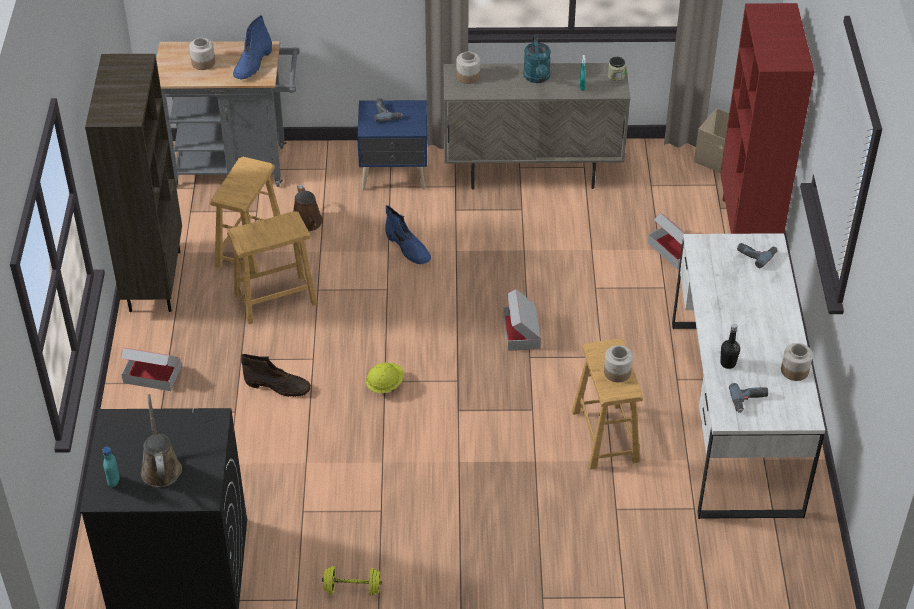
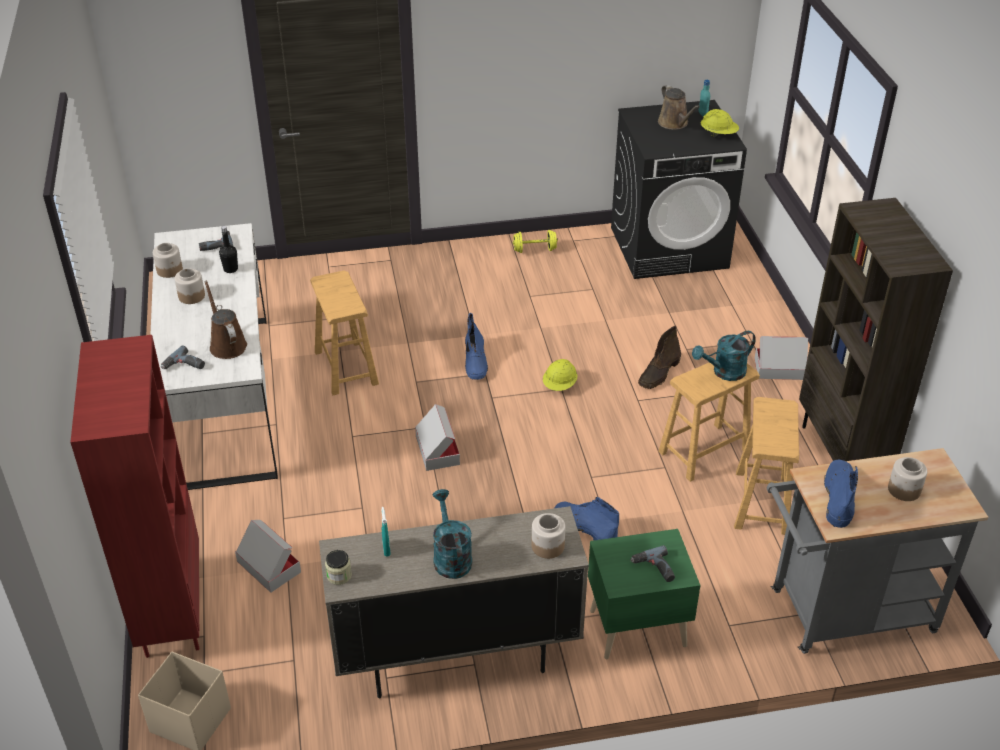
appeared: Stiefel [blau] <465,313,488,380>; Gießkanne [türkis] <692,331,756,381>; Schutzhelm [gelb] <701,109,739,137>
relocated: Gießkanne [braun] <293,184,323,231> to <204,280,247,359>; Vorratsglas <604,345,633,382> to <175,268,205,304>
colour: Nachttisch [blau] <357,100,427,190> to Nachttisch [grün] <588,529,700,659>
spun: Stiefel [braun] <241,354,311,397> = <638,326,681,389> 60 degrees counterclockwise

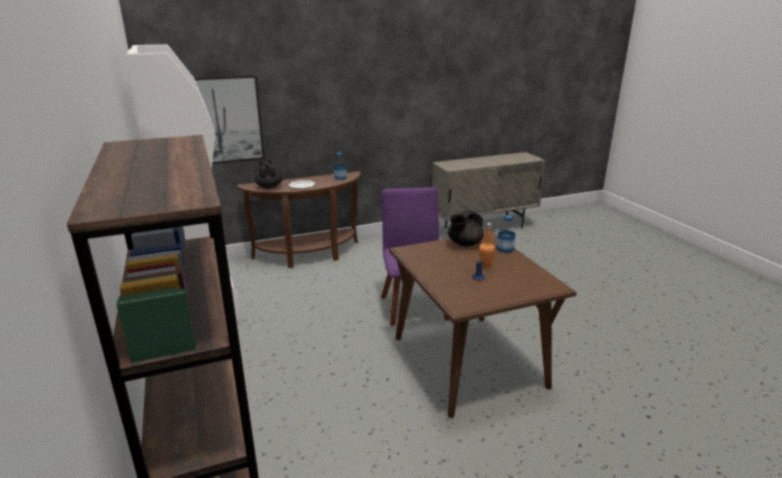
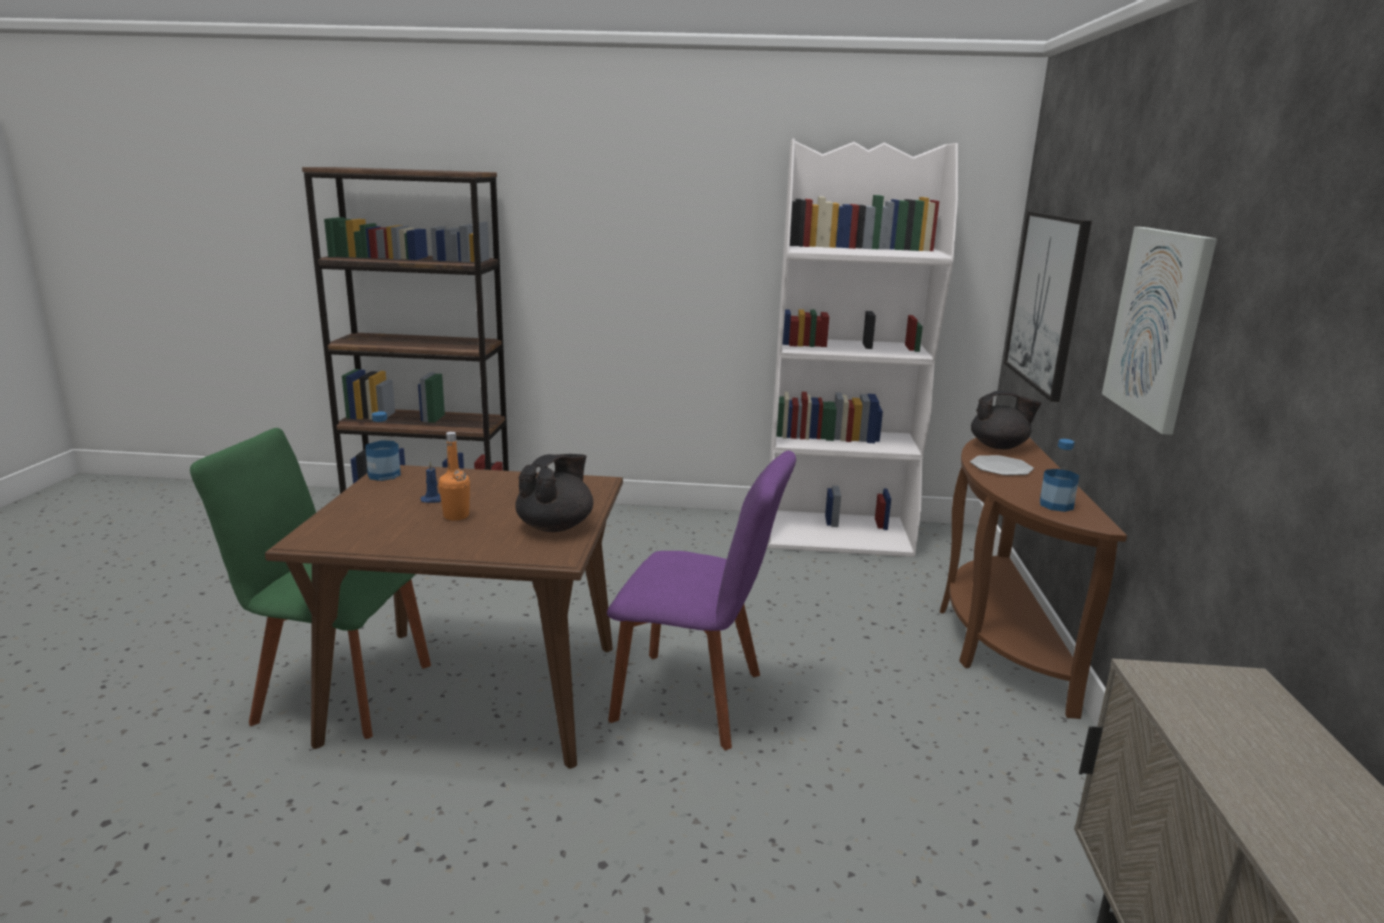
appeared: Stuhl [grün] <190,428,431,739>; Bild <1102,227,1217,435>
relocated: Flasche <496,215,516,253> to <366,411,401,481>
spun: Teekanne [schwarz] <448,210,484,246> = <515,454,593,532> 45 degrees clockwise

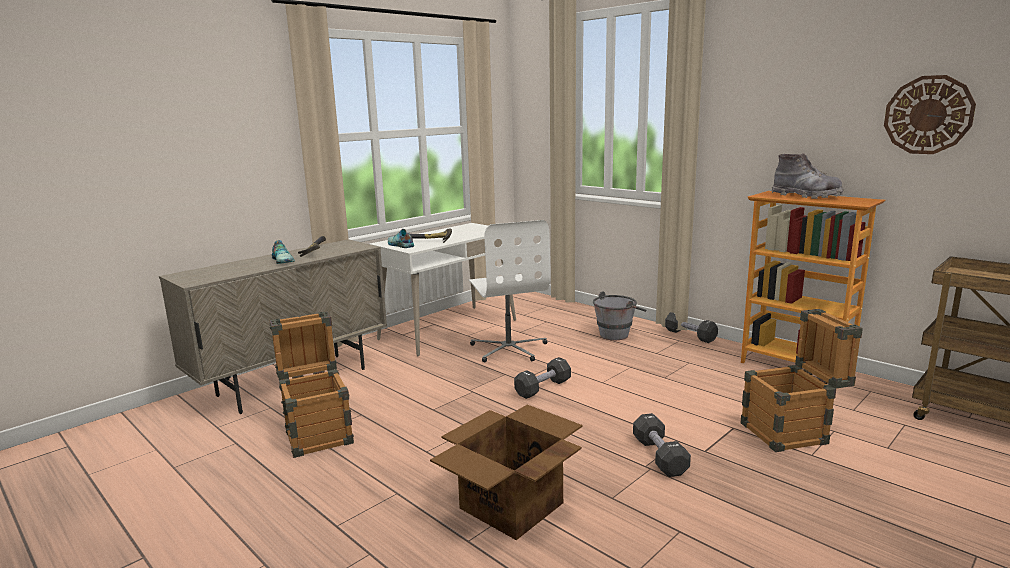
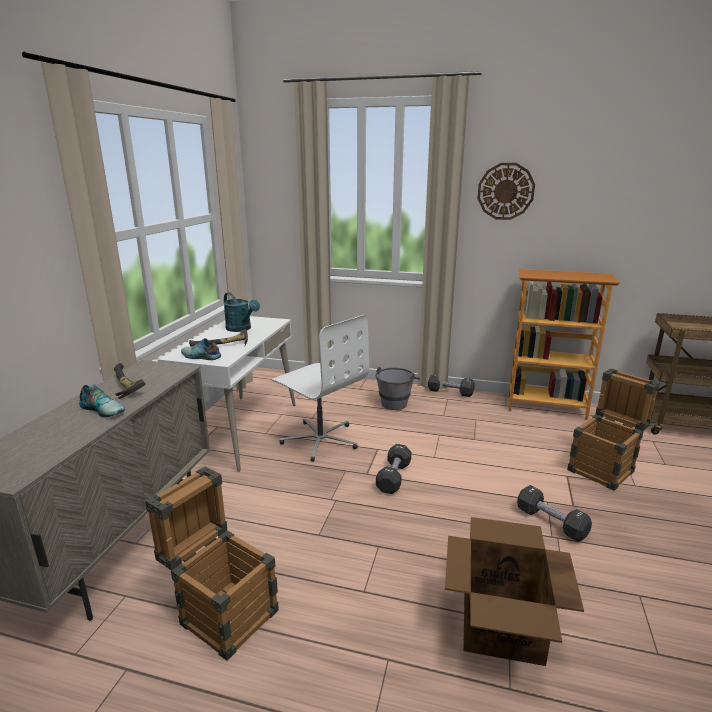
missing: Stiefel [grau] <772,153,844,199>
appeared: Gießkanne [türkis] <224,292,260,332>
relocated: Wanduhr <884,75,976,154> to <477,163,535,220>

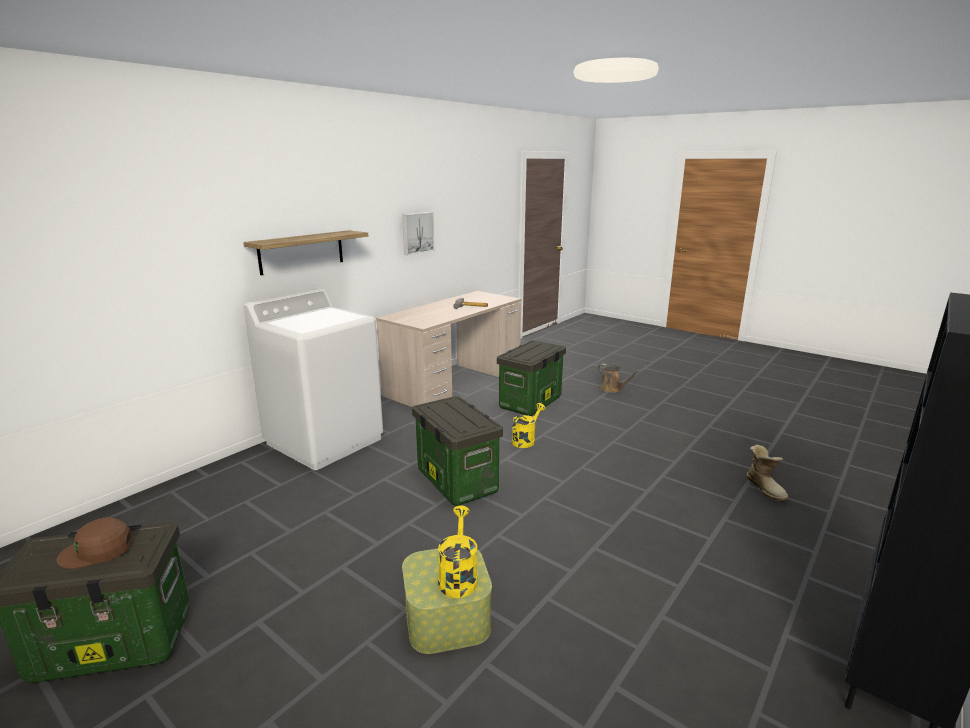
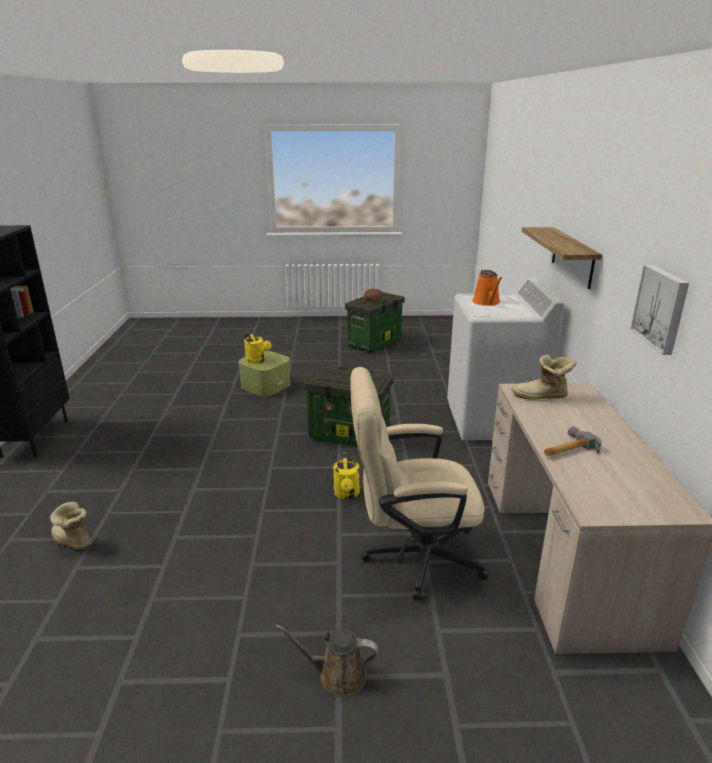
appeared: Gießkanne [orange] <472,269,502,306>; Stiefel <511,355,577,400>
exchanged: Aufbewahrungsbox <497,340,566,416> to Bürostuhl [beige] <350,367,489,600>

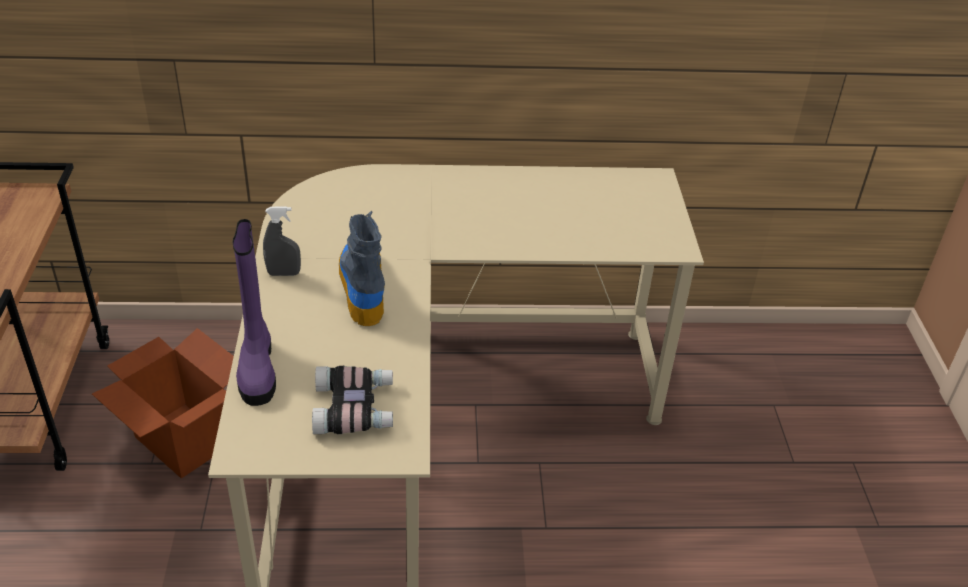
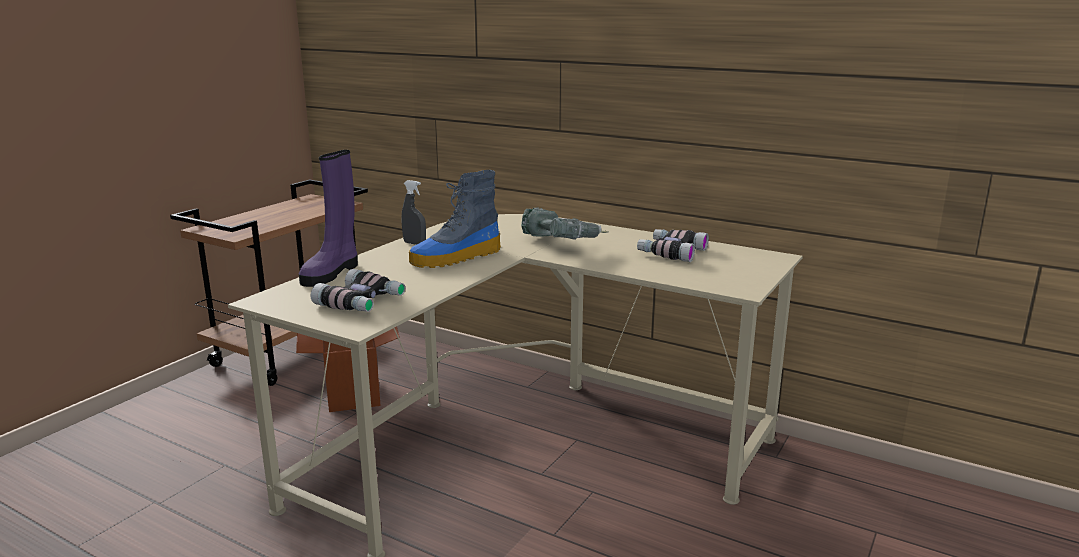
appeared: Bohrmaschine <521,207,609,240>; Fernglas <637,229,709,262>
spun: Stiefel <339,211,385,326> = <409,170,501,268> 150 degrees counterclockwise

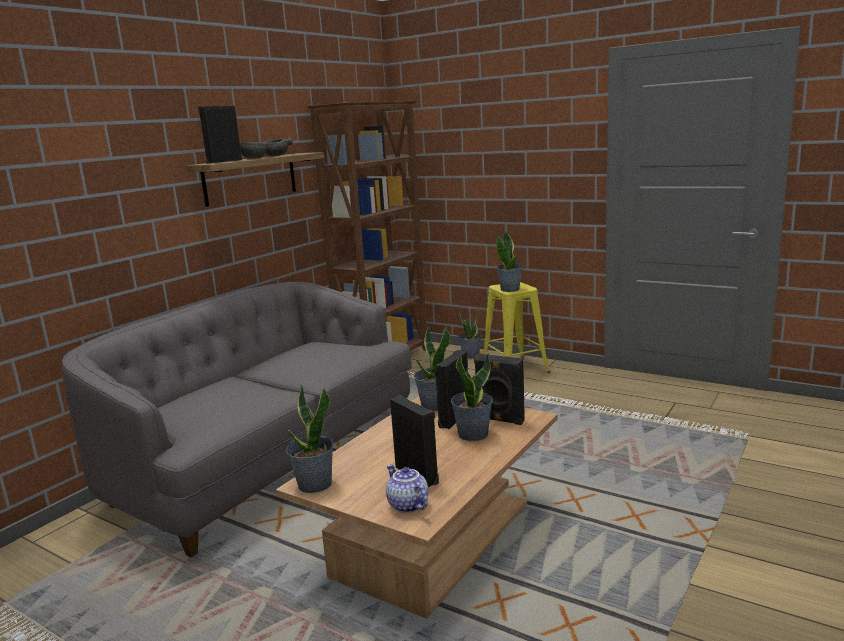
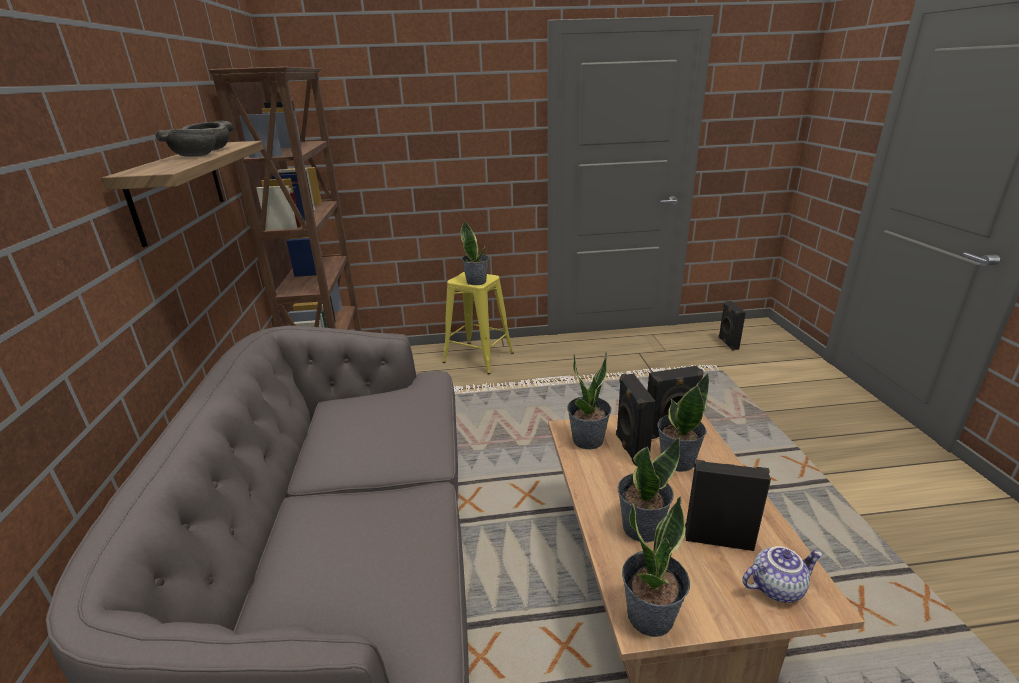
relocated: Lautsprecher [schwarz] <198,106,242,164> to <718,301,746,351>; Topfpflanze <458,309,482,359> to <618,437,680,543>
spun: Teekanne <386,464,428,513> = <742,546,823,603> 150 degrees clockwise

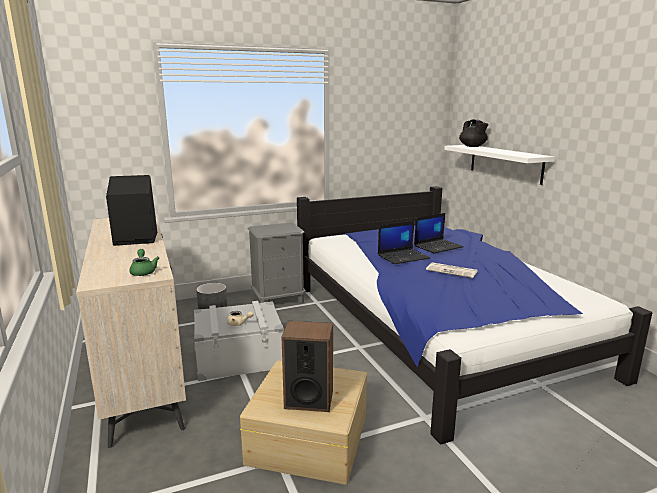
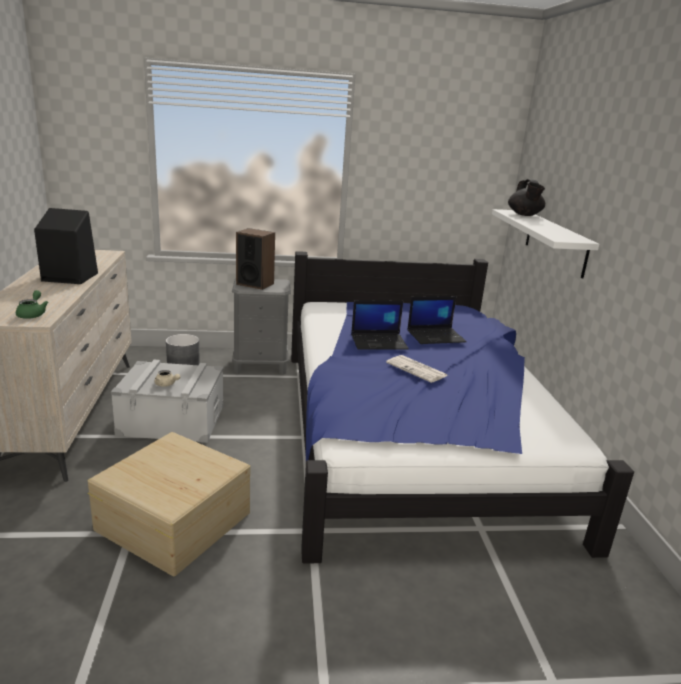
relocated: Lautsprecher <281,321,333,412> to <236,228,275,290>

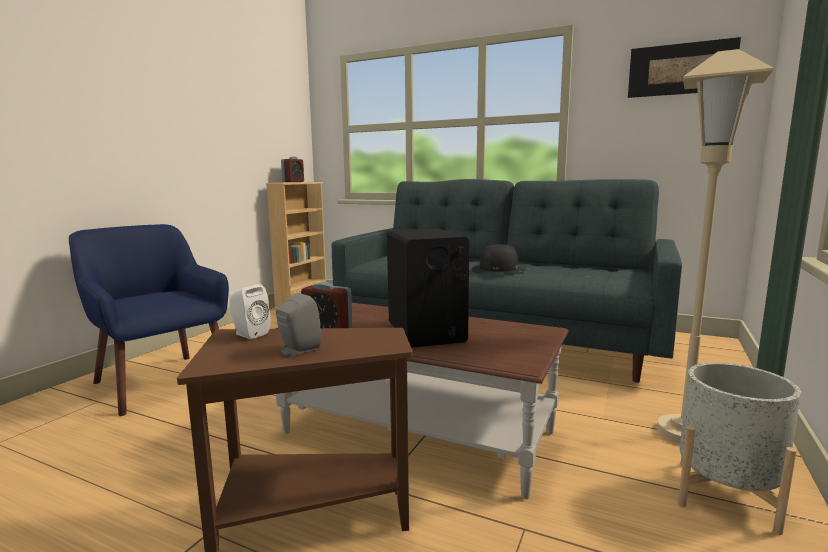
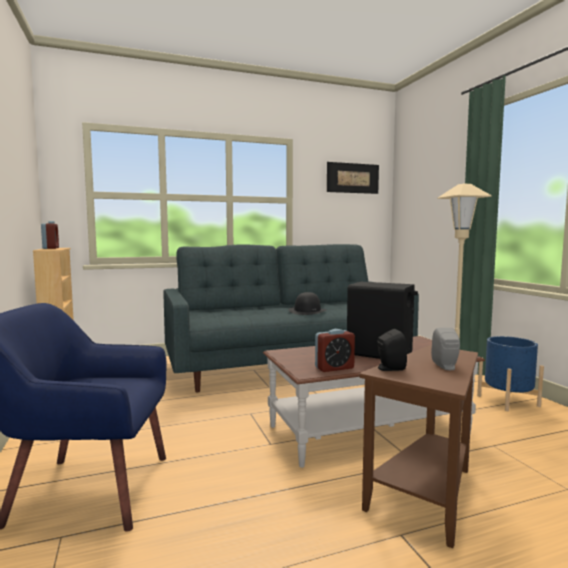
colour: Lautsprecher [weiß] <229,284,271,339> to Lautsprecher [schwarz] <377,329,407,371>; Pflanzkübel [grau] <678,363,801,535> to Pflanzkübel [blau] <477,336,544,411>

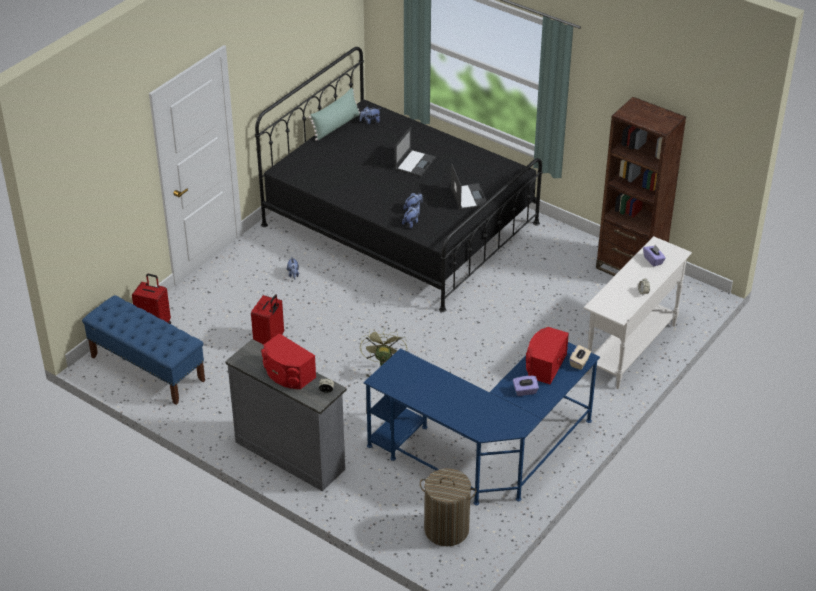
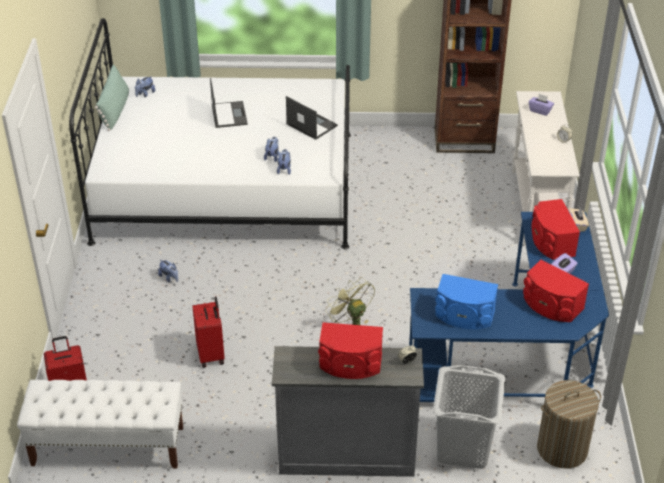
appeared: Wäschekorb [grau] <433,365,505,469>; Lautsprecher [blau] <435,274,498,329>; Lautsprecher [rot] <523,260,589,322>
colour: Bank [blau] <82,295,205,405> to Bank [weiß] <17,380,183,469>; Bett [schwarz] <255,47,542,312> to Bett [weiß] <69,18,351,249>

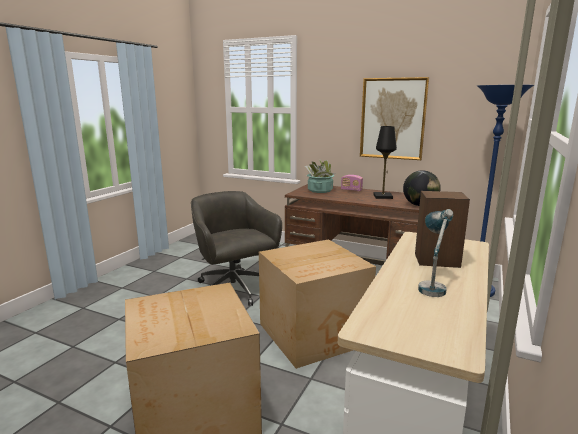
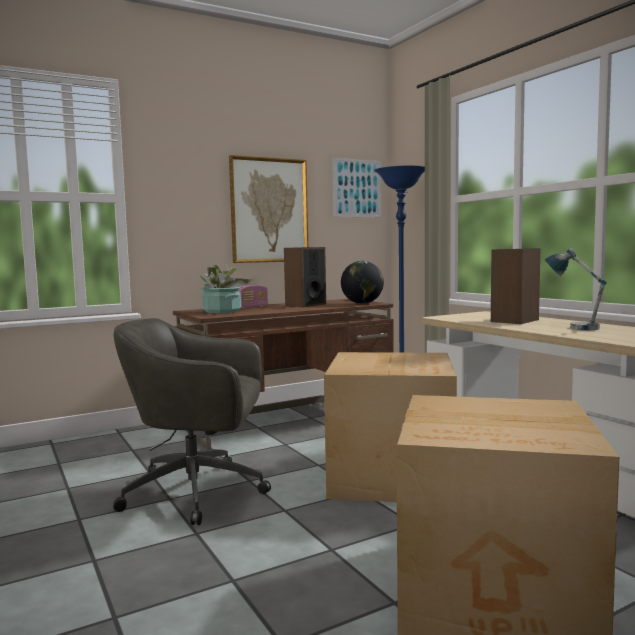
appeared: Bild <332,158,381,217>
exchanged: Tischlampe [schwarz] <373,126,397,199> to Lautsprecher <284,247,326,307>

